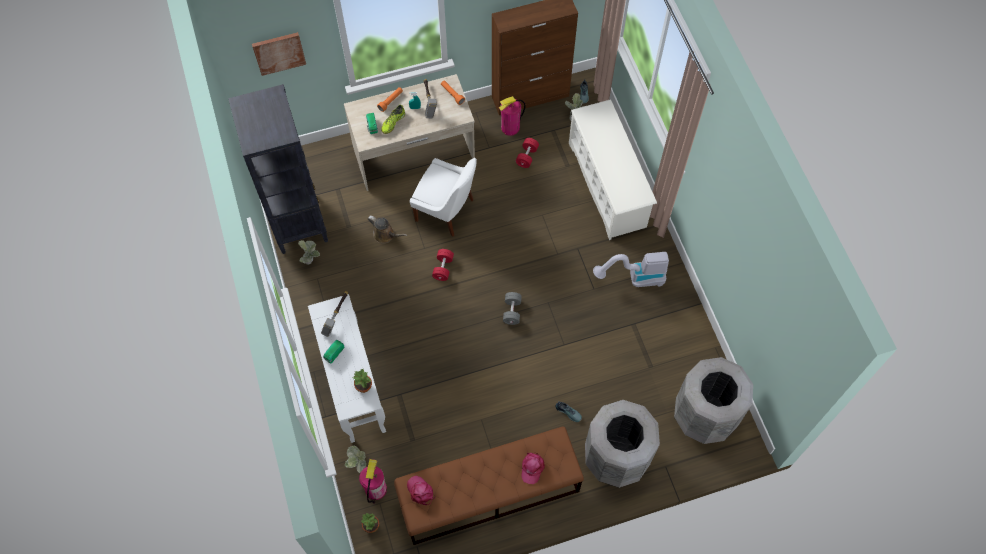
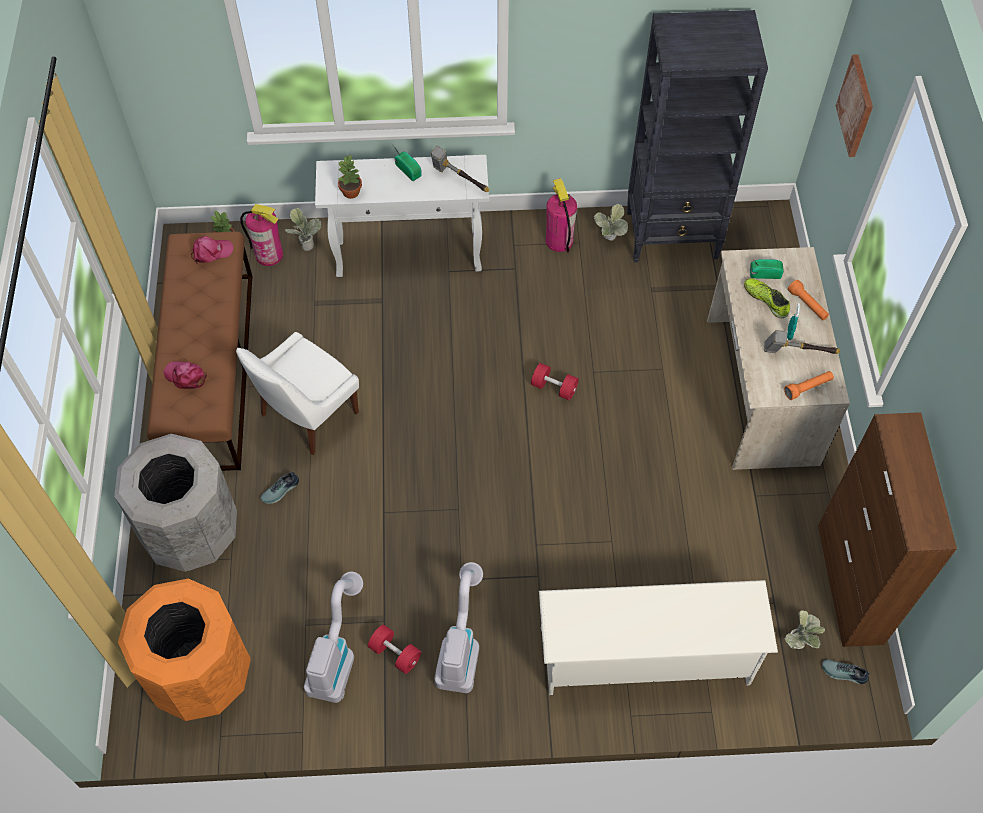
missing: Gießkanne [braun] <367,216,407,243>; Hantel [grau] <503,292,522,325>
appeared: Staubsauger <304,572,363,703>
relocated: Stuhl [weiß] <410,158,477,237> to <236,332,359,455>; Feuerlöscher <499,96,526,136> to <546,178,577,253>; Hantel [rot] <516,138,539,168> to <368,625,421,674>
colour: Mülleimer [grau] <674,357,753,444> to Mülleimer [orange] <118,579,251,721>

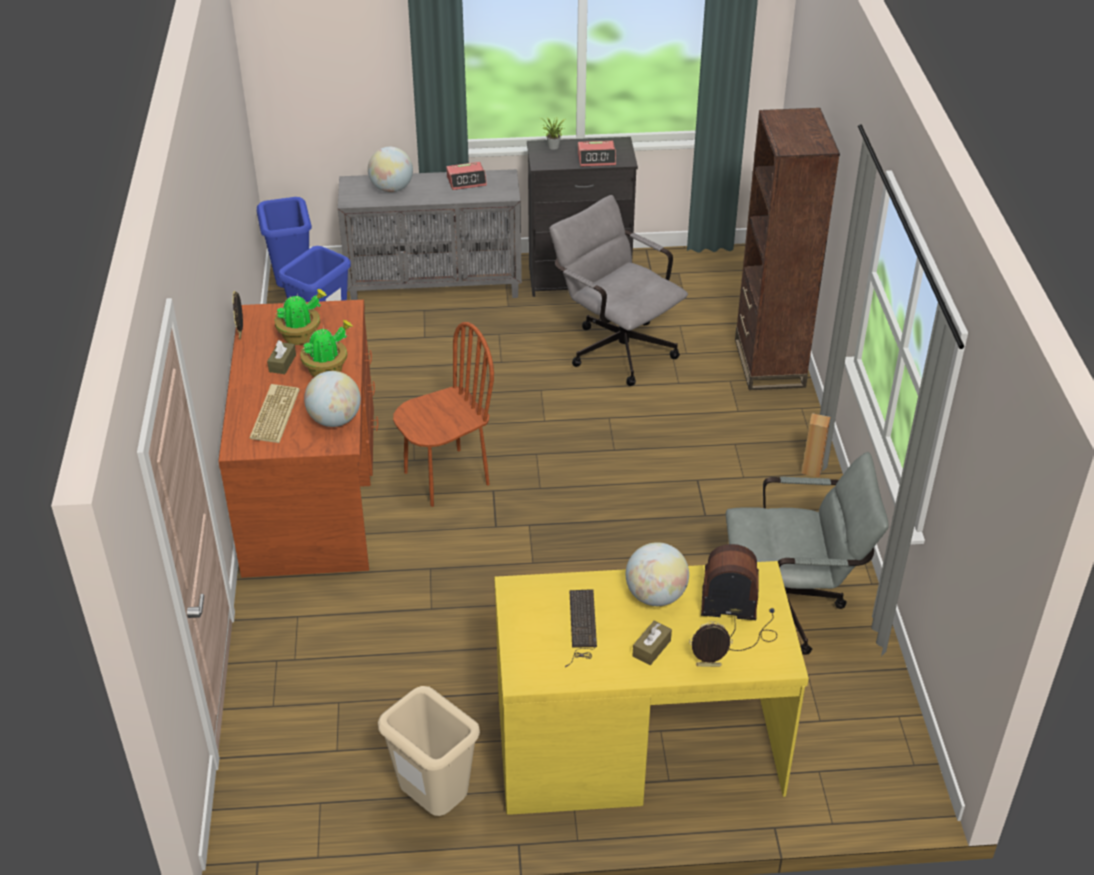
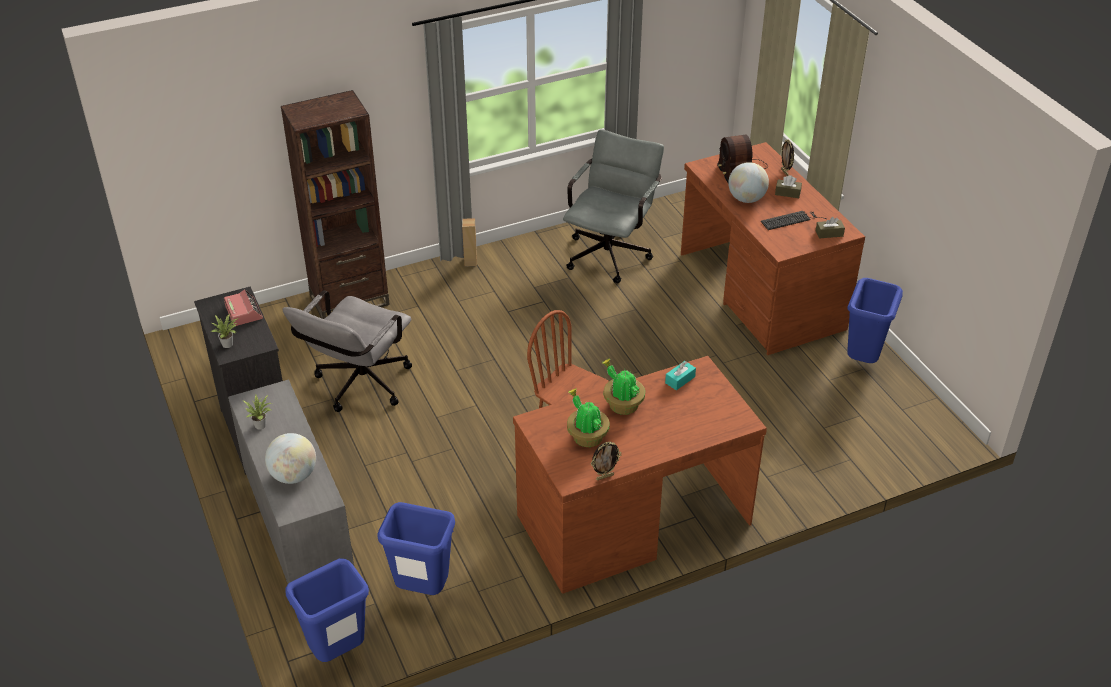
missing: Tastatur <250,384,300,443>
relocated: Taschentuchbox [braun] <267,340,296,374> to <816,217,845,238>
exchanged: Globus <304,371,361,427> to Taschentuchbox [türkis] <665,361,696,390>; Wecker <446,162,487,190> to Topfpflanze <244,394,271,430>
colour: Mülleimer [beige] <378,686,480,816> to Mülleimer [blau] <847,278,903,363>; Schreibtisch [gelb] <494,561,809,815> to Schreibtisch [braun] <681,142,865,355>
spun: Bürostuhl [grau] <726,452,889,655> = <563,129,664,283> 45 degrees clockwise

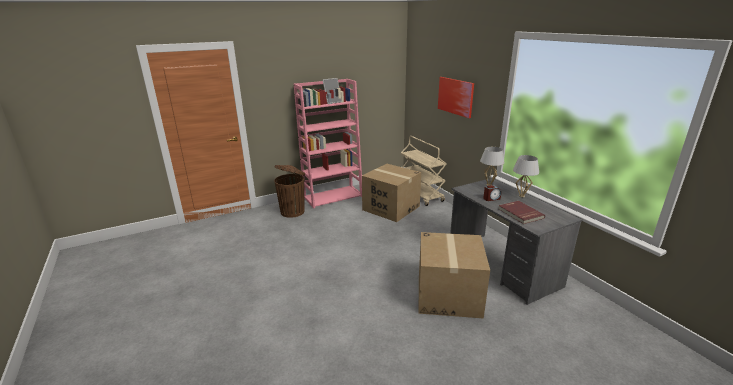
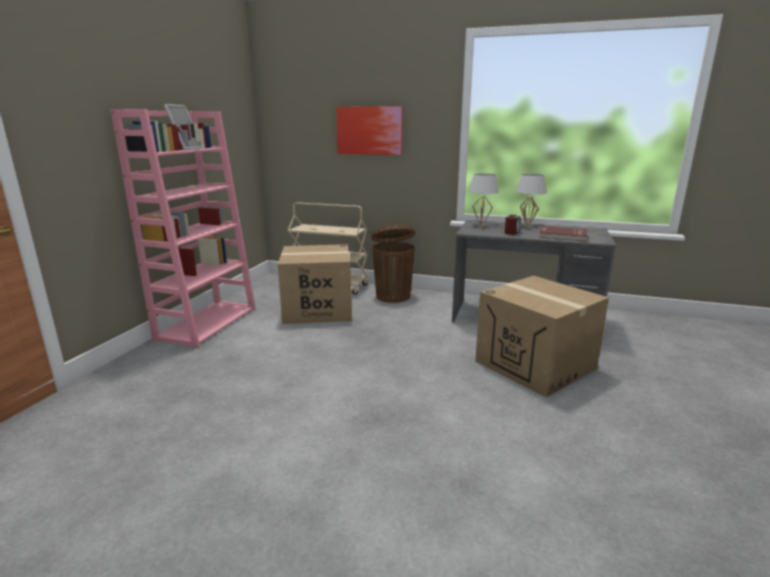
relocated: Mülleimer [braun] <274,165,305,218> to <371,225,415,303>

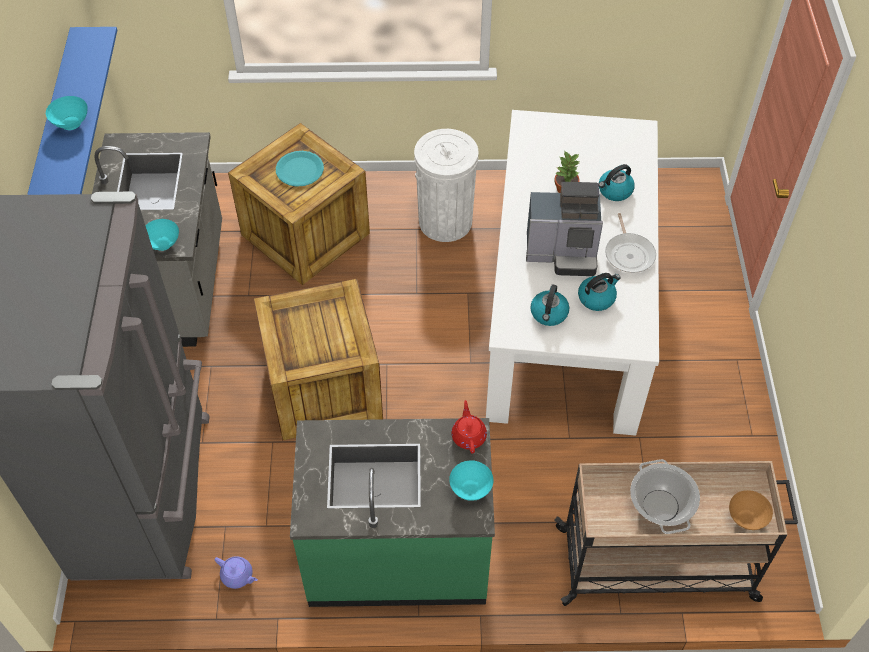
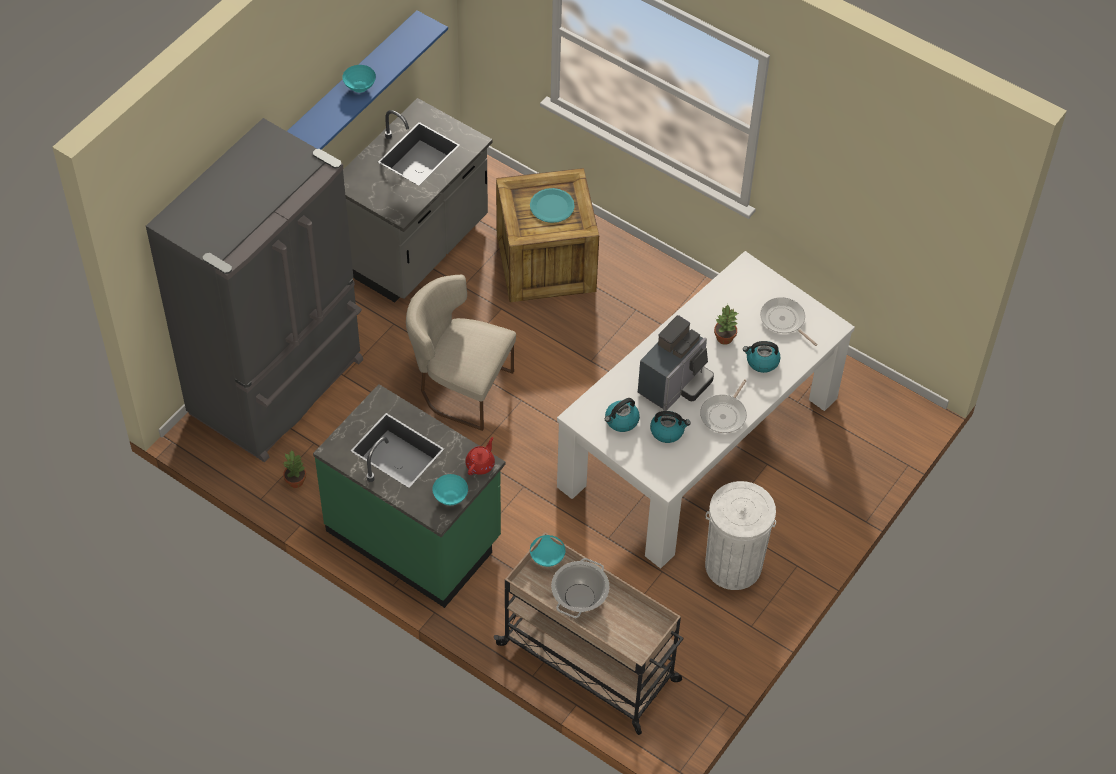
missing: Schüssel [braun] <729,490,773,530>
appeared: Pfanne <760,297,818,346>
relocated: Schüssel [türkis] <145,219,179,251> to <530,535,565,567>; Mülleimer [weiß] <414,129,479,242> to <705,481,776,590>
exchanged: Teekanne [lila] <215,556,258,589> to Topfpflanze <282,450,306,488>; Kiste <254,279,383,441> to Stuhl [beige] <406,275,516,431>
spun: Kaffeemaschine <526,182,603,276> = <638,315,714,411> 90 degrees counterclockwise

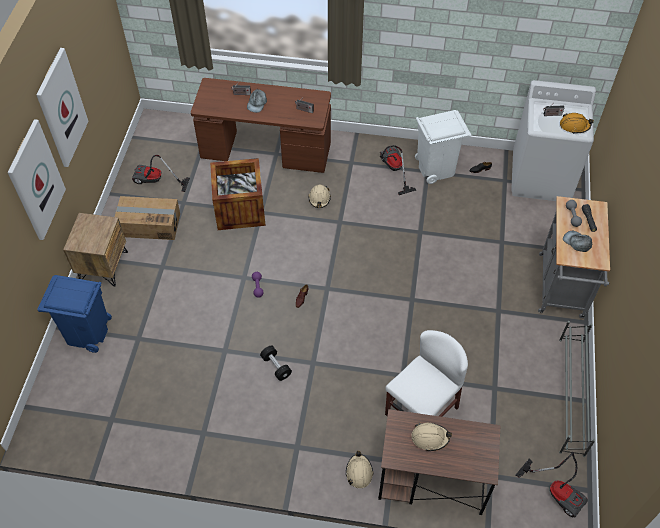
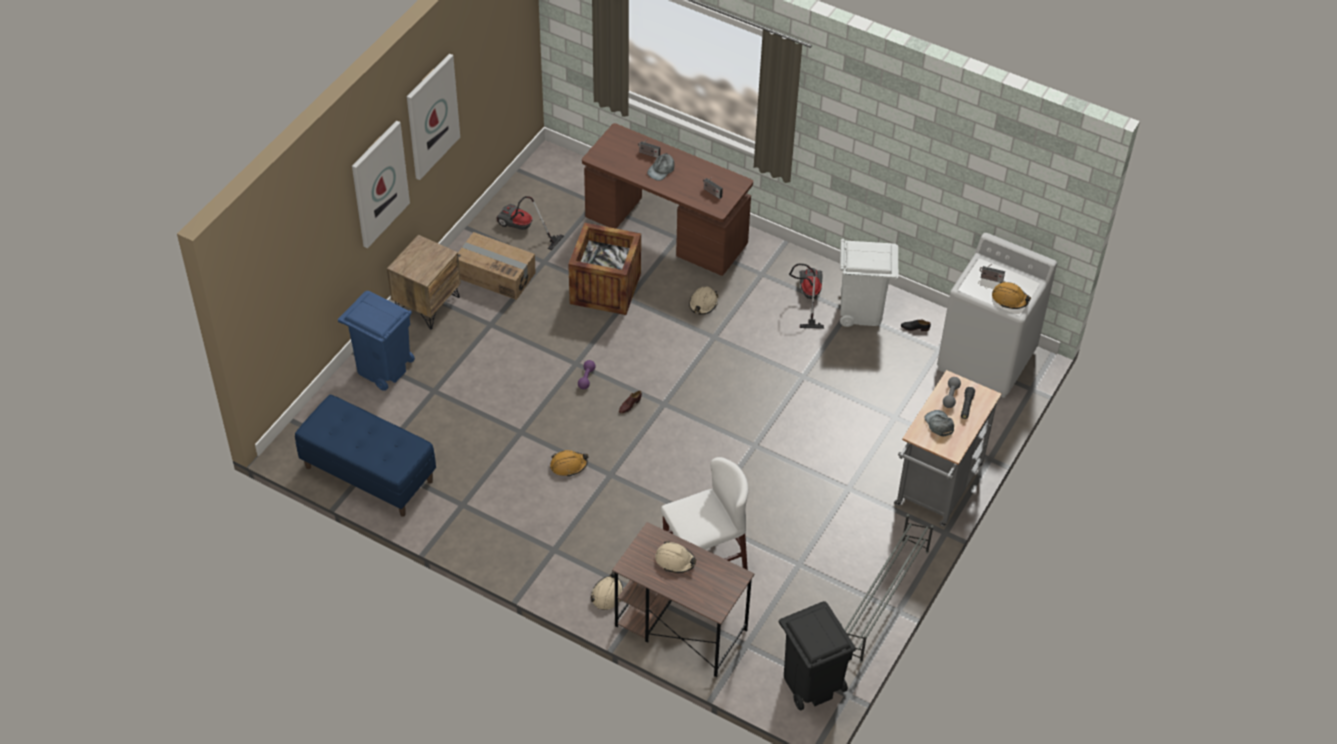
appeared: Bank [blau] <295,395,436,517>
exchanged: Hantel [schwarz] <260,346,292,381> to Schutzhelm [orange] <550,450,589,477>; Staubsauger <516,452,588,518> to Mülleimer [schwarz] <779,601,856,710>

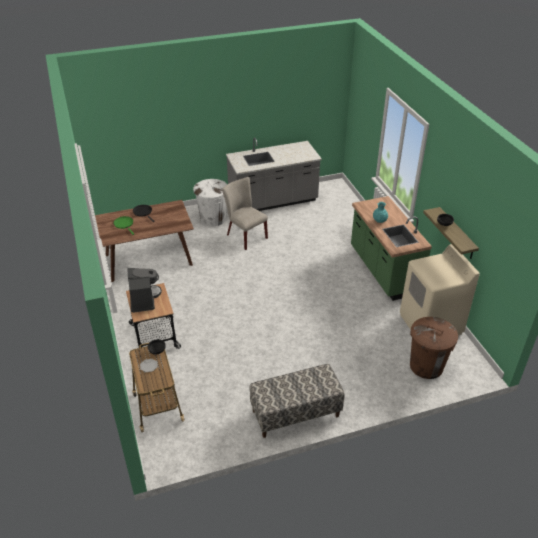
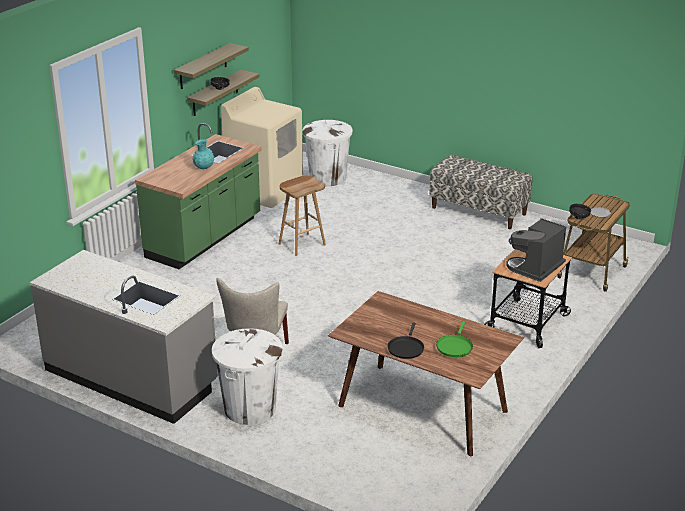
appeared: Wandregal <174,43,249,90>; Hocker [braun] <279,176,326,256>
colour: Mülleimer [braun] <410,317,458,379> to Mülleimer [weiß] <303,120,353,186>

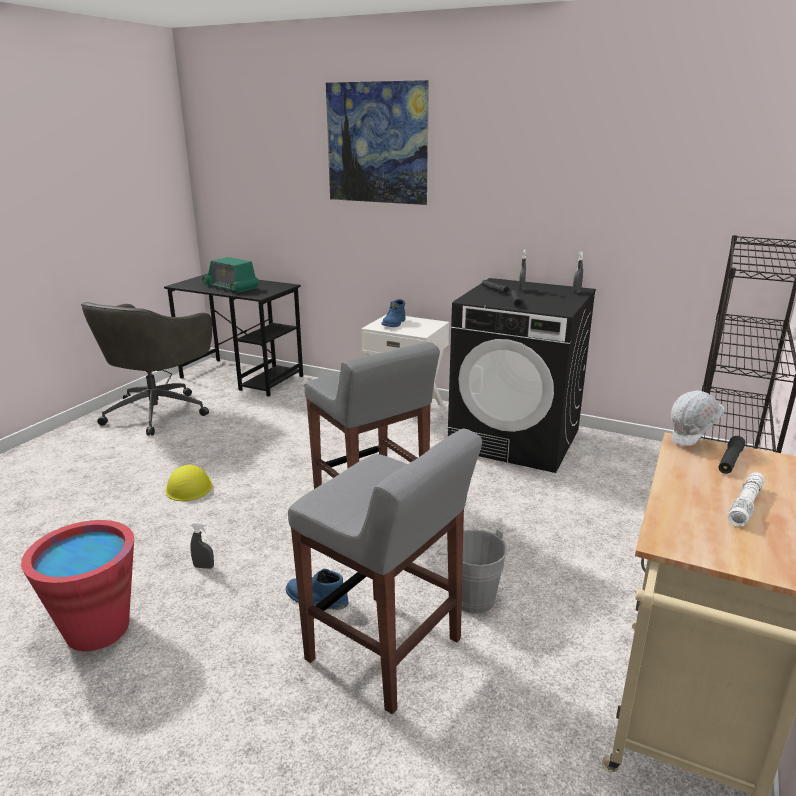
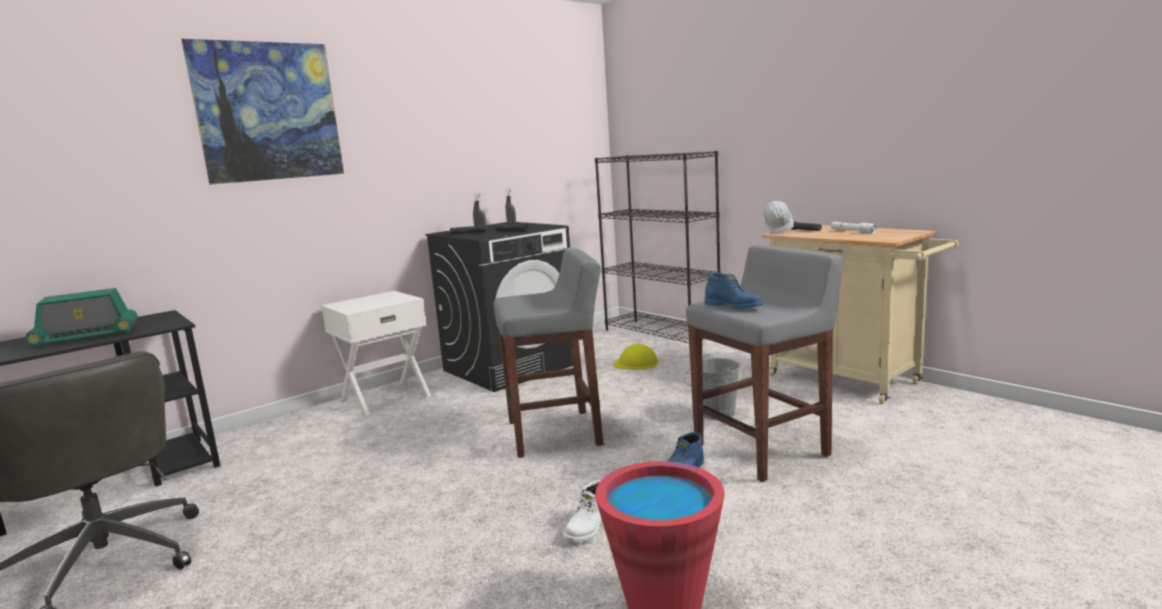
relocated: Schutzhelm [gelb] <165,465,212,501> to <613,344,659,369>; Stiefel [blau] <381,299,405,327> to <704,273,763,309>
exchanged: Sprühflasche [grau] <190,522,214,569> to Stiefel [weiß] <563,480,602,542>

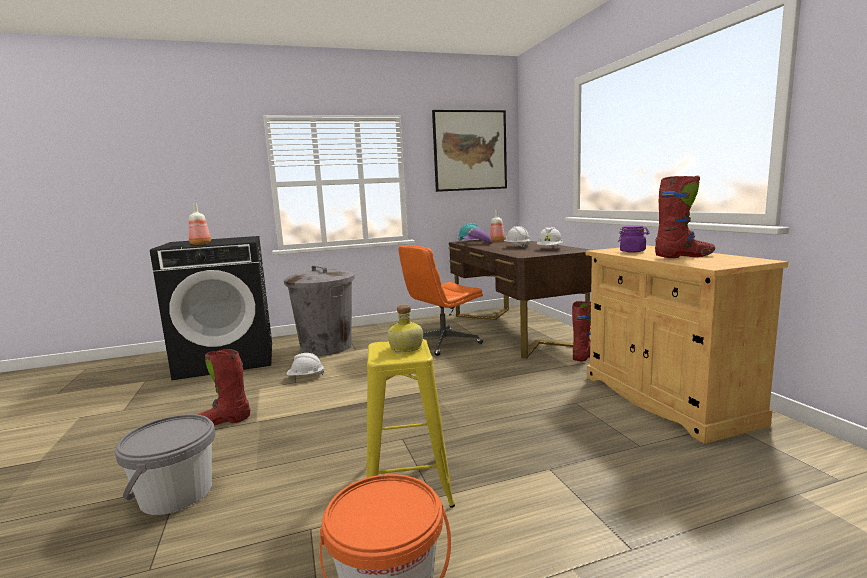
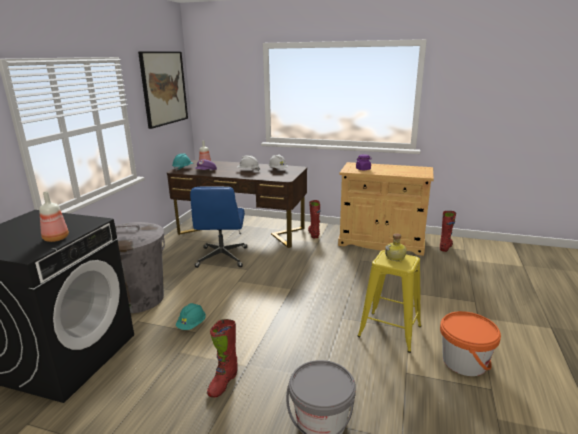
relocated: Stiefel [rot] <655,176,715,258> to <440,211,456,252>
colour: Schutzhelm [weiß] <287,353,325,376> to Schutzhelm [türkis] <176,303,206,330>; Bürostuhl [orange] <398,245,483,356> to Bürostuhl [blau] <190,186,247,268>

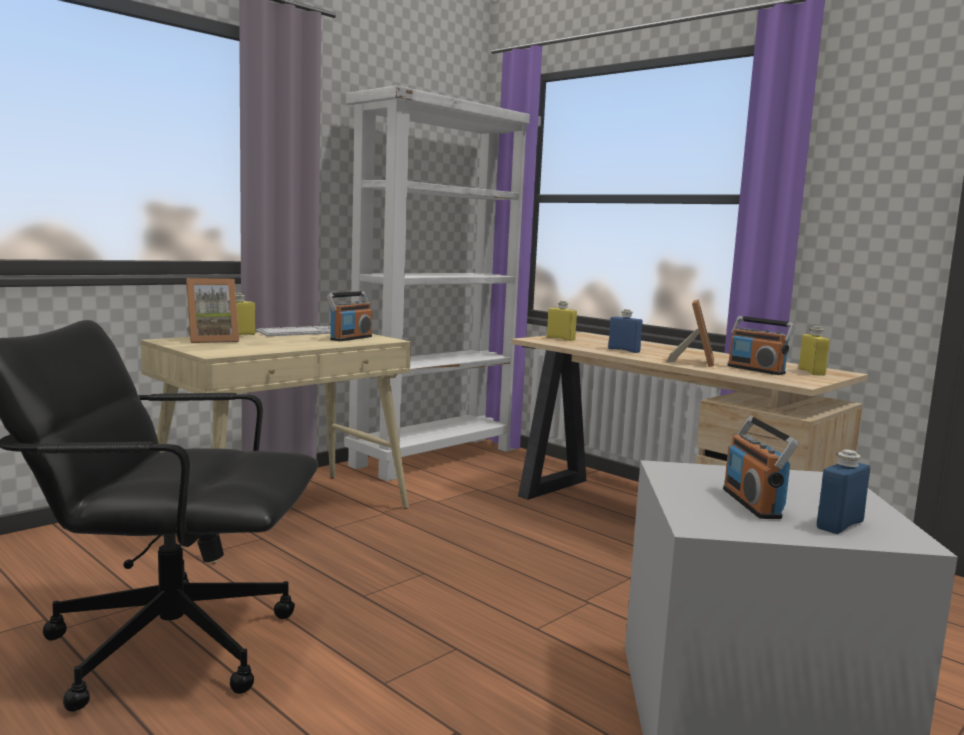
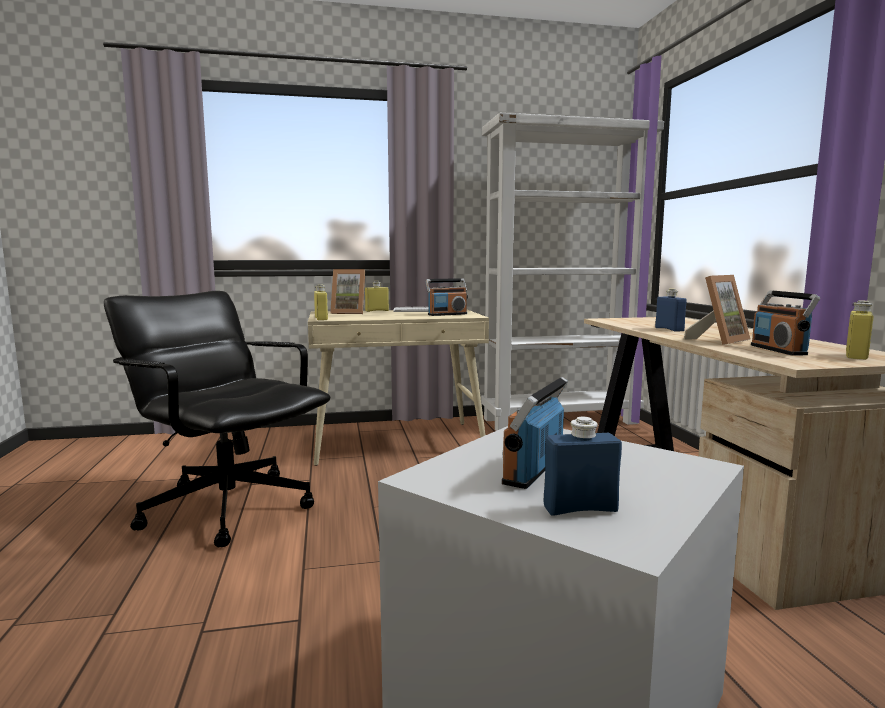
relocated: Flasche [gelb] <547,301,577,341> to <314,284,328,321>

